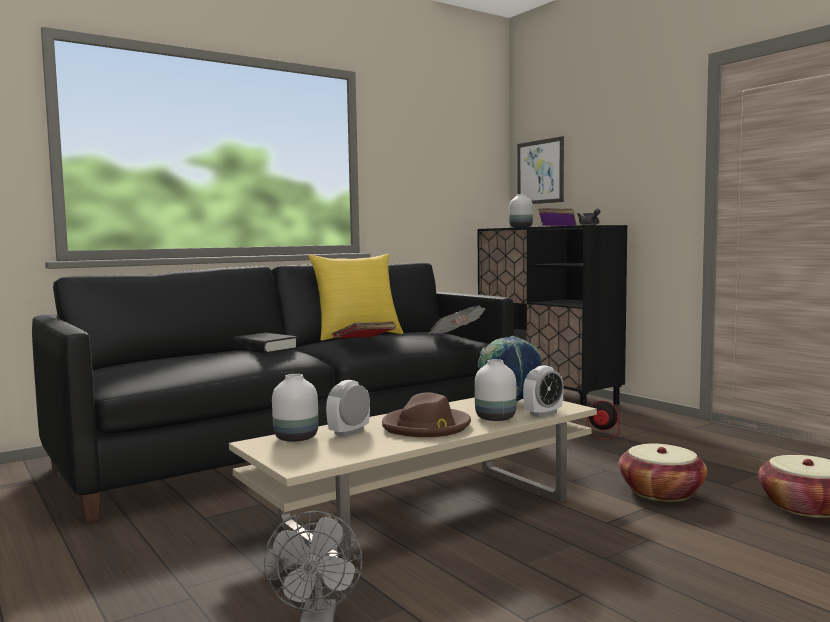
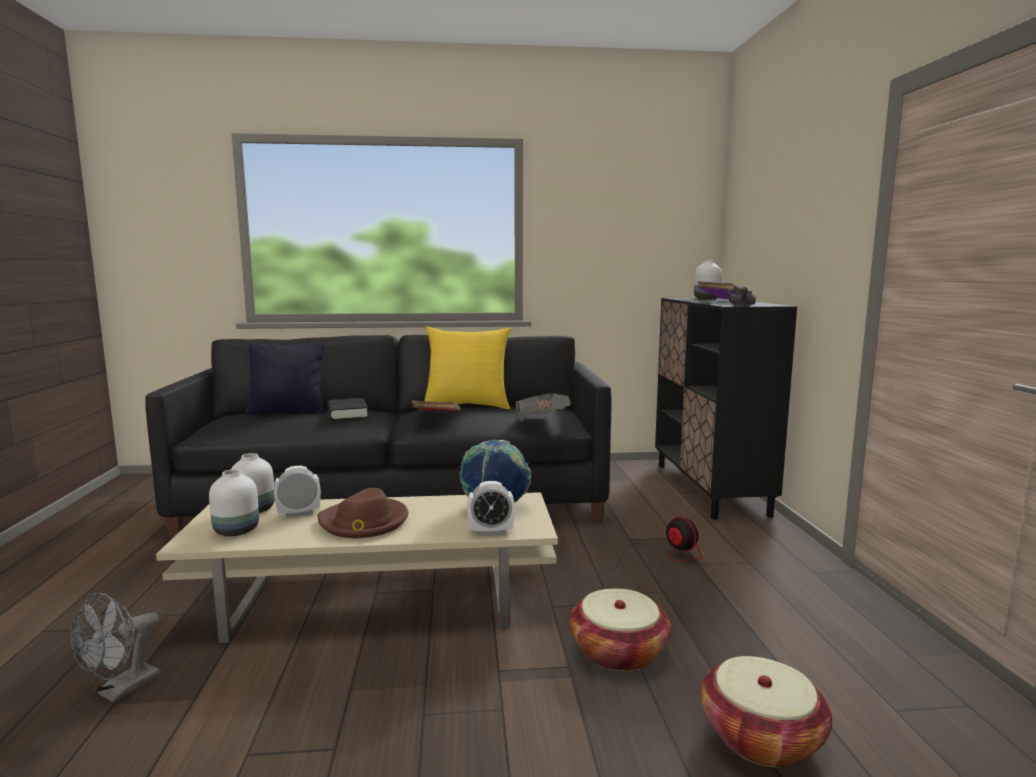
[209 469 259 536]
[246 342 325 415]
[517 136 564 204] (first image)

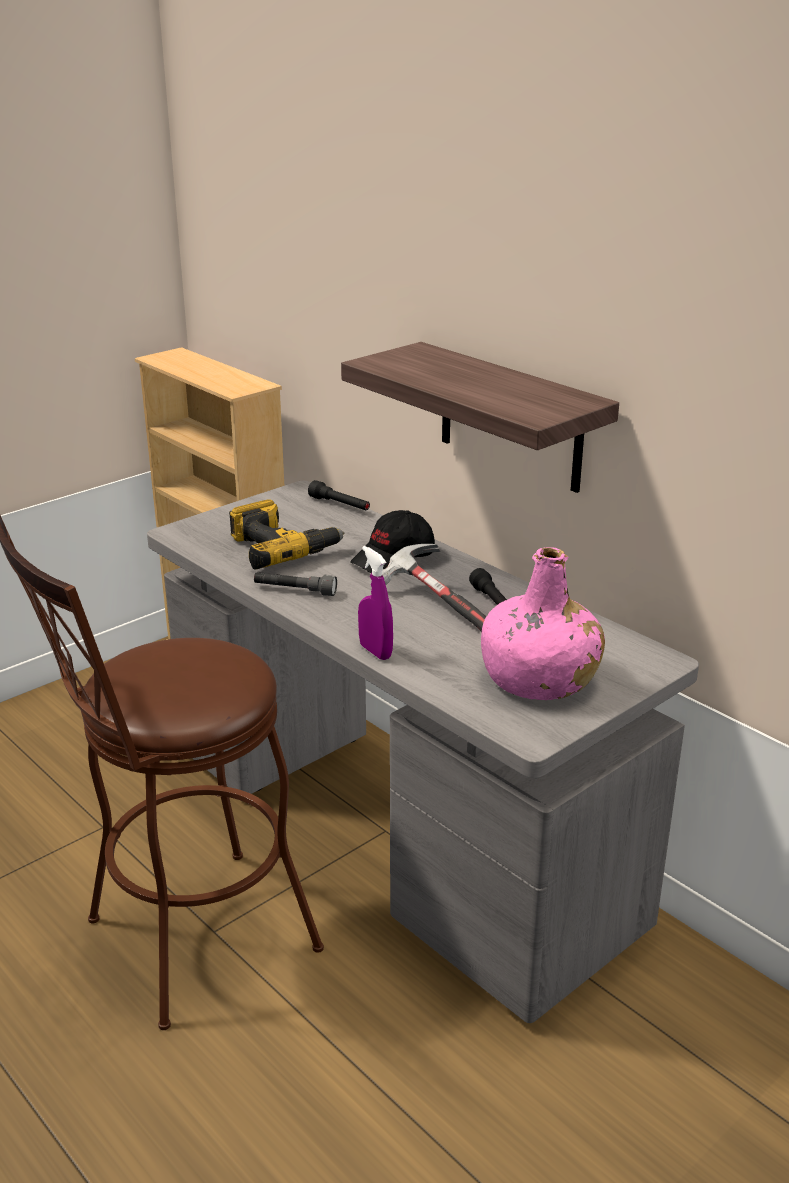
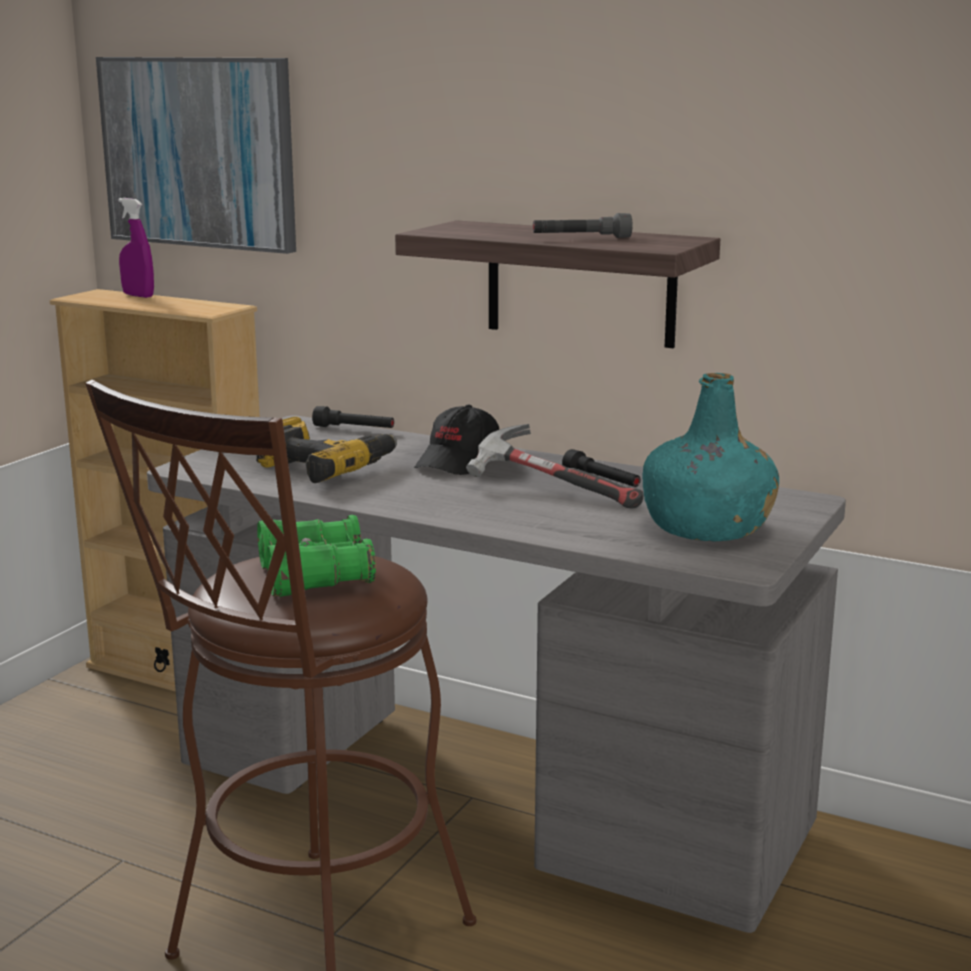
[96 57 296 254]
[118 198 154 298]
[257 515 376 597]
[533 213 632 238]
[642 373 779 542]

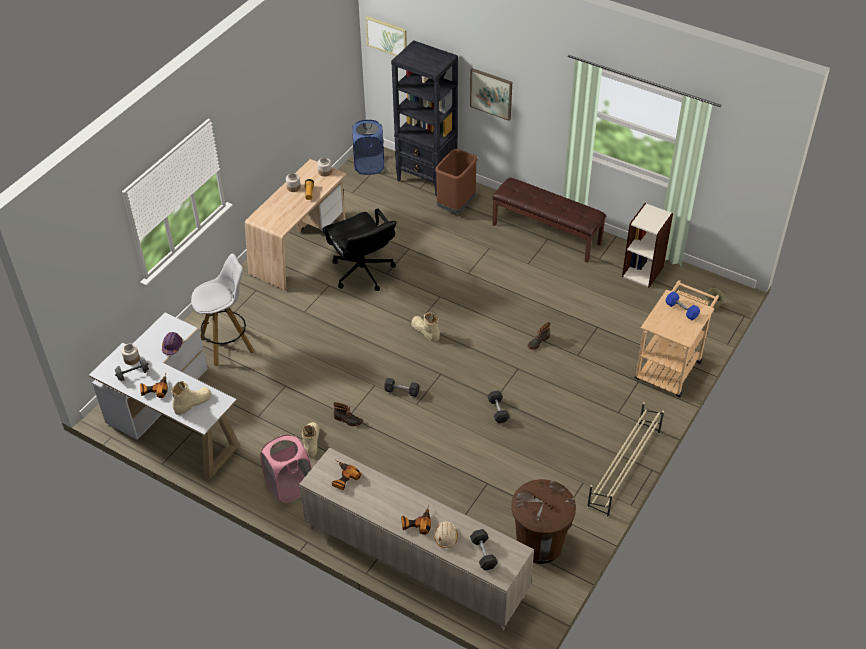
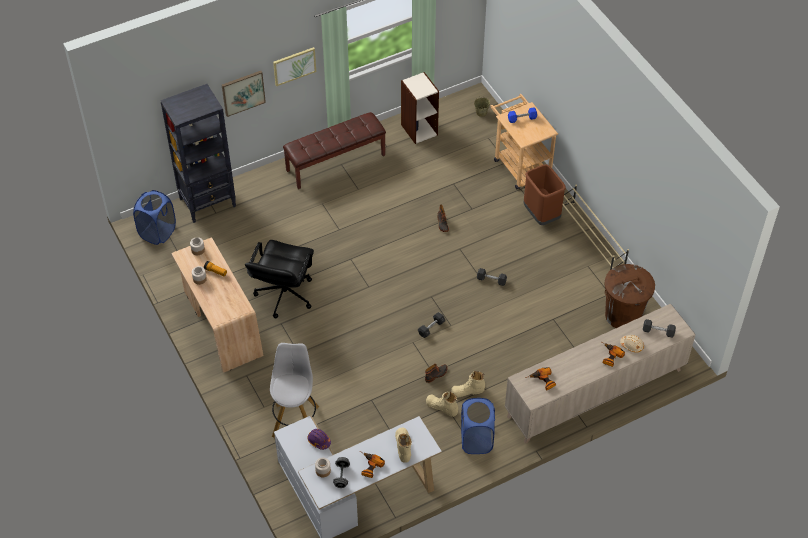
[245 240 314 318]
[273 47 316 86]
[451 371 485 398]
[461 398 495 454]
[524 164 566 225]

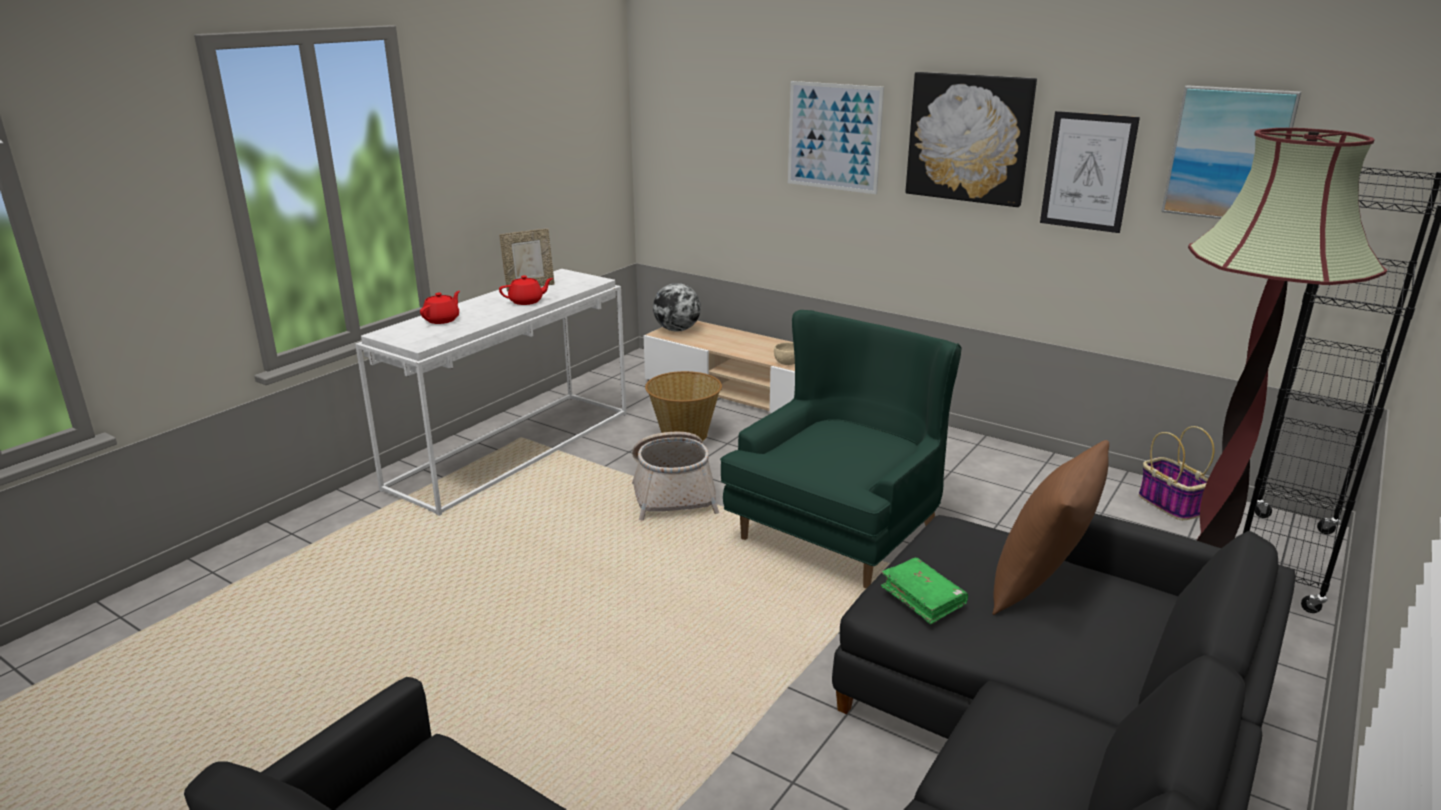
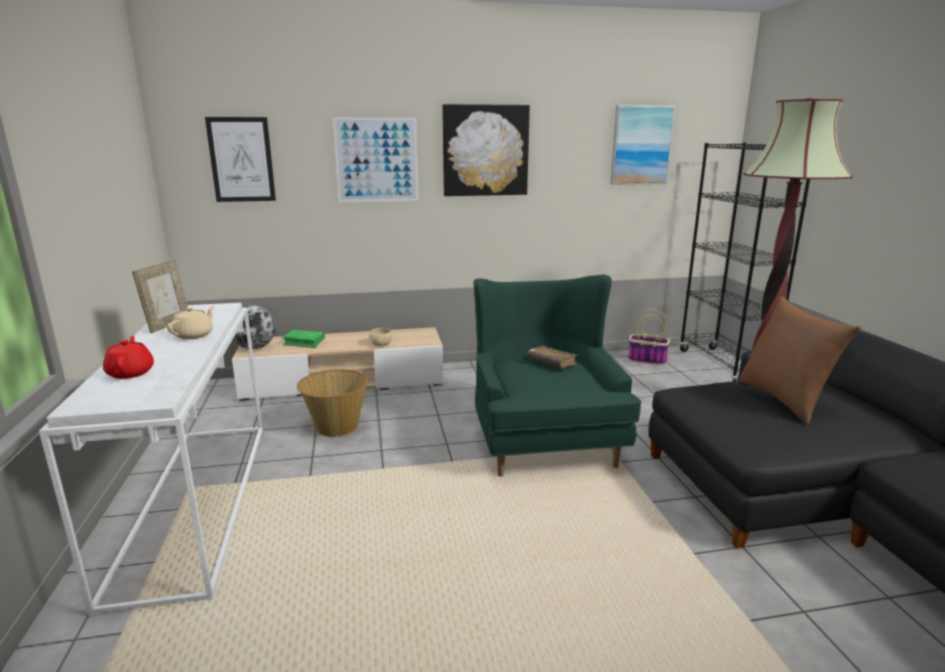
[167 305 215 339]
[205 117 276 202]
[282 330 325 348]
[527 346 577 369]
[632 432 719 521] (first image)

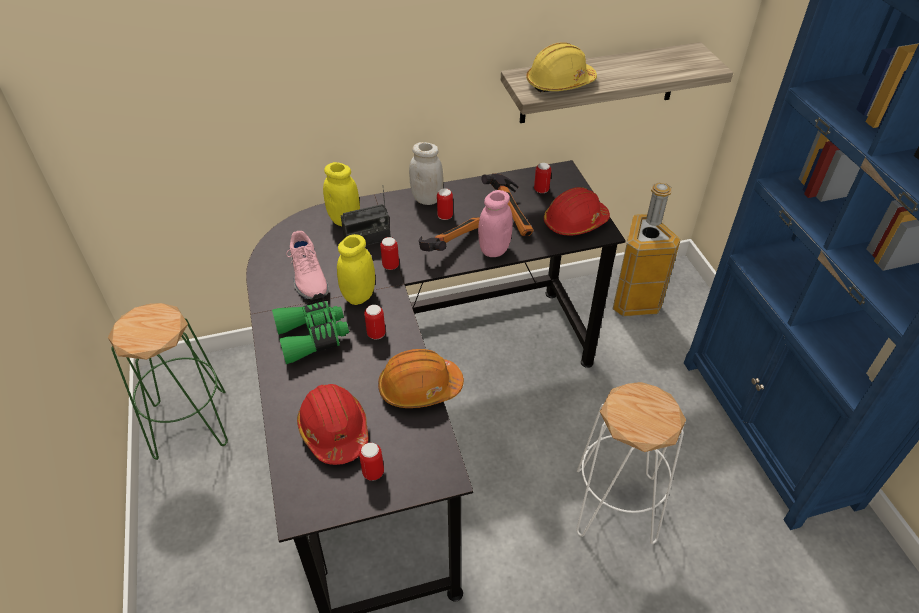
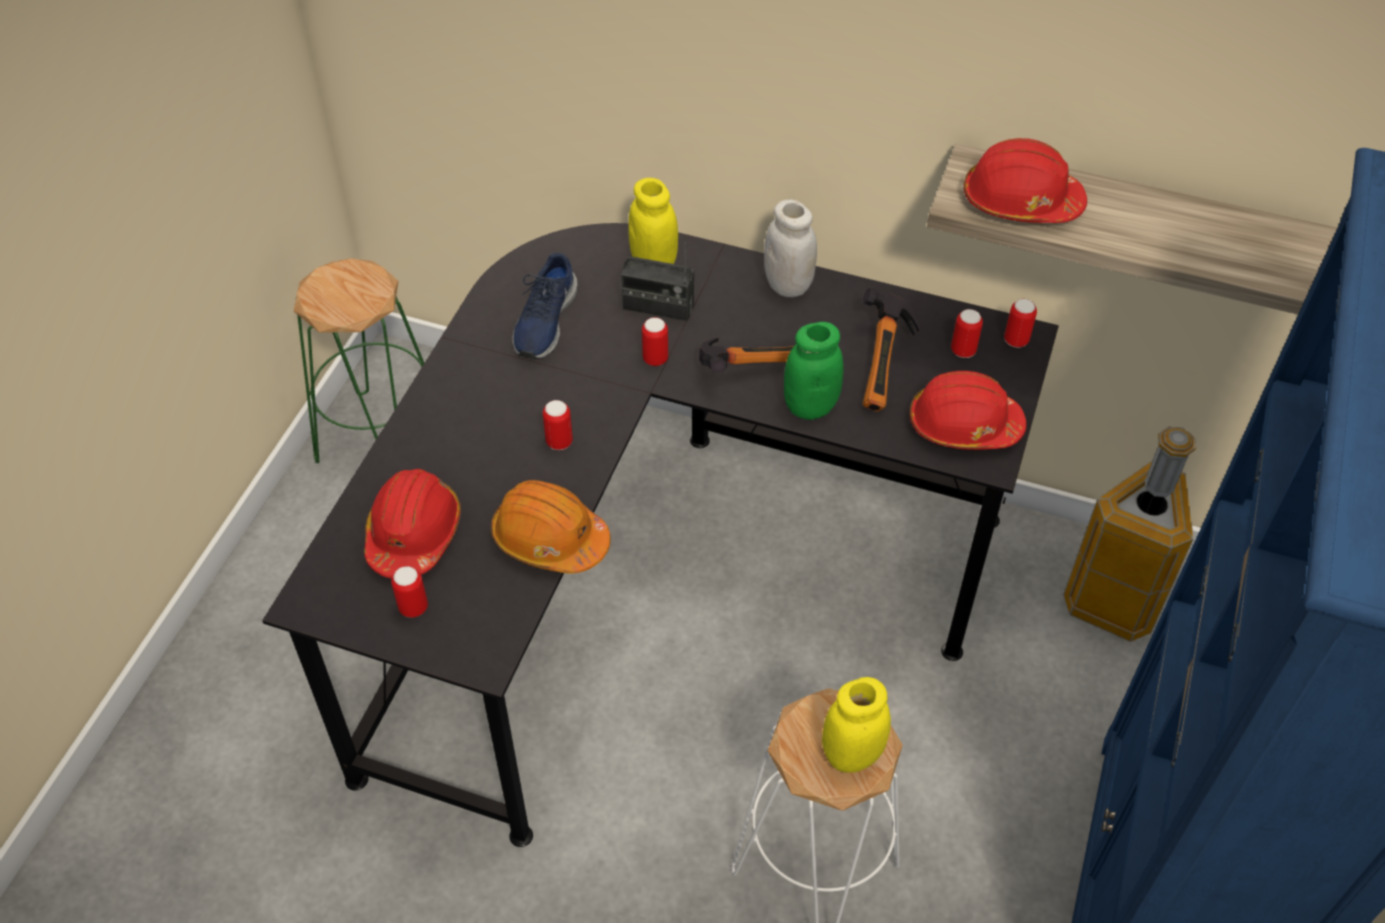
[513 253 577 360]
[784 322 844 420]
[822 677 891 773]
[964 138 1087 223]
[1004 299 1037 348]
[272 301 349 364] (first image)

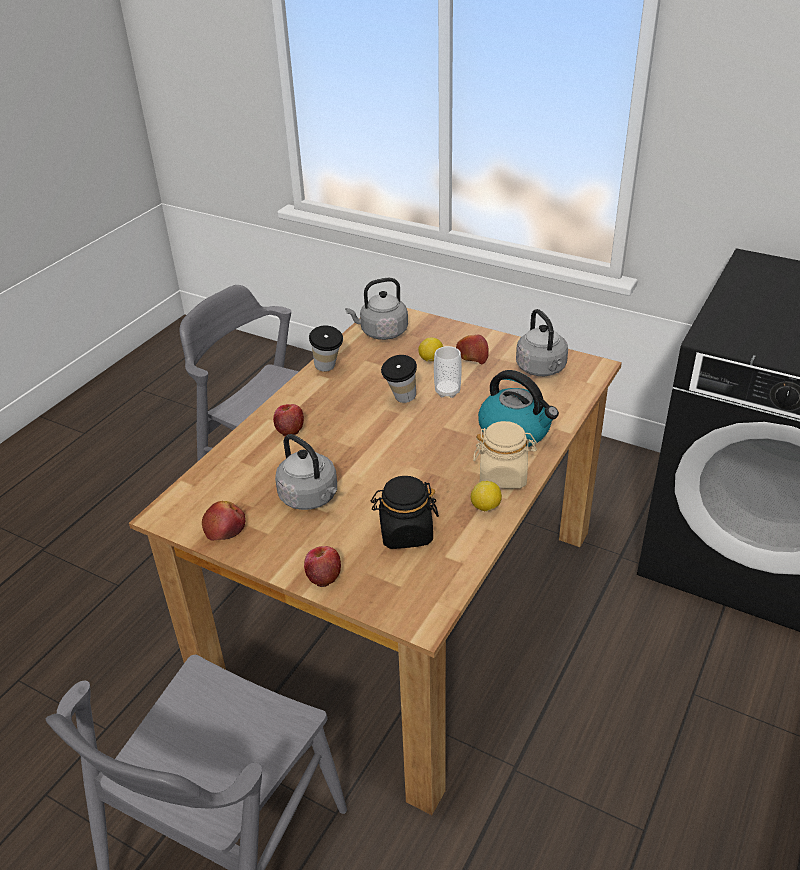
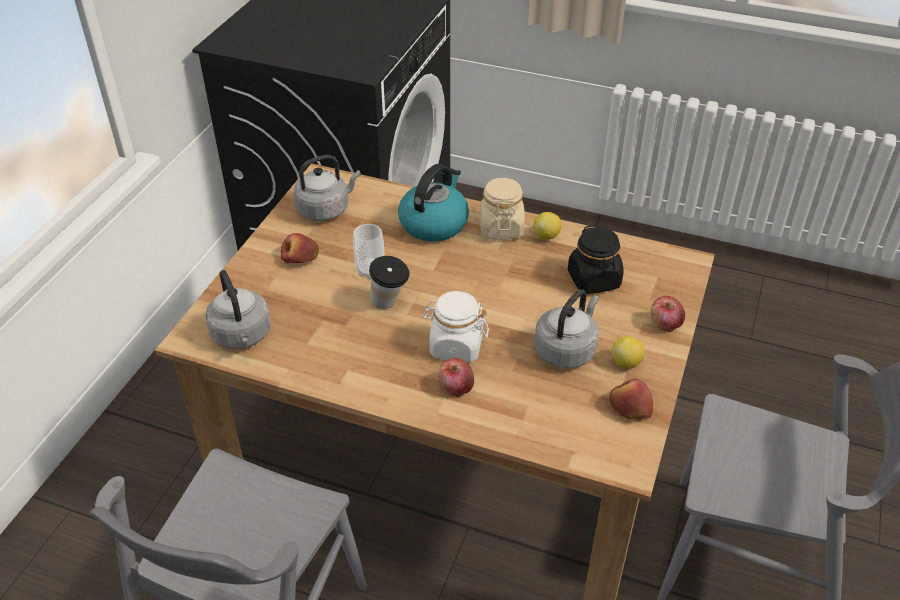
[423 291 489 362]
[612 336 645 368]
[309 325 343 372] (first image)

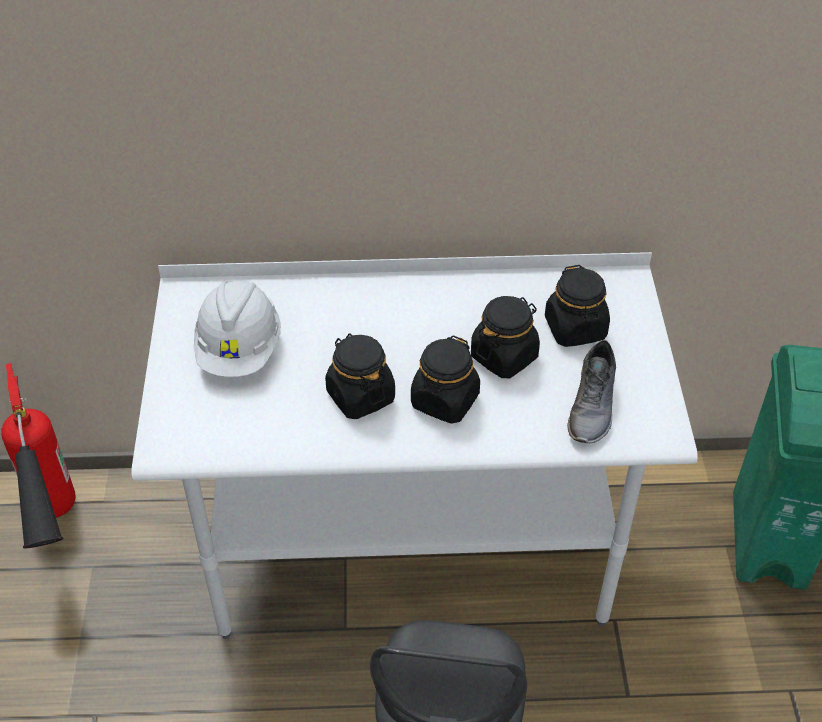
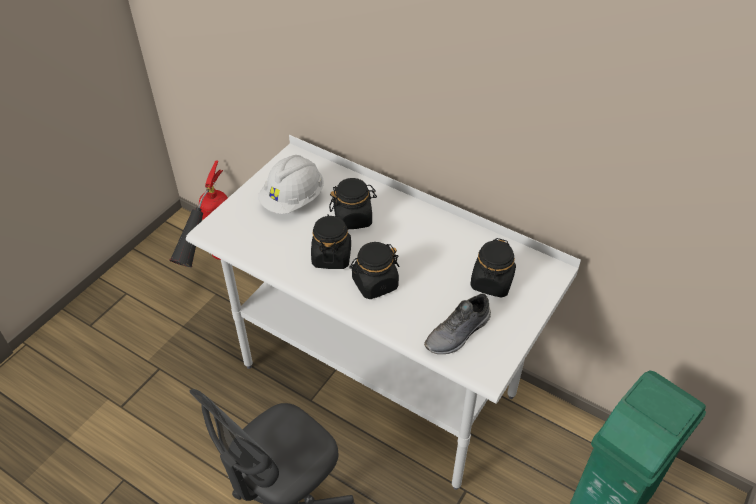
[329 178 377 229]

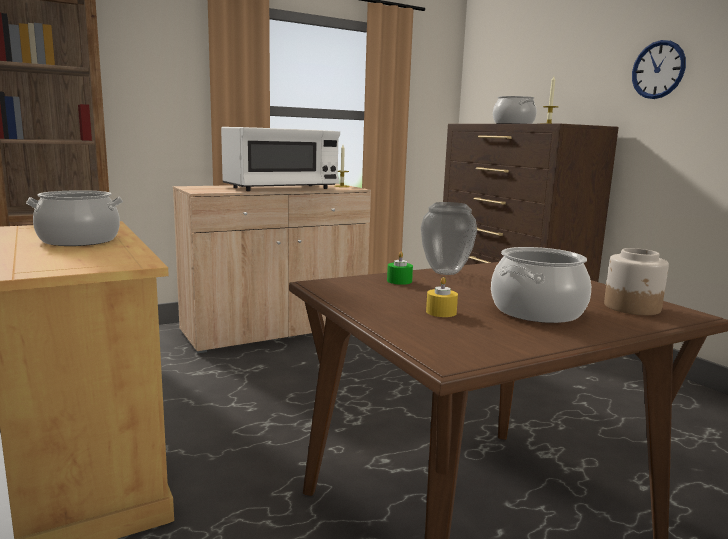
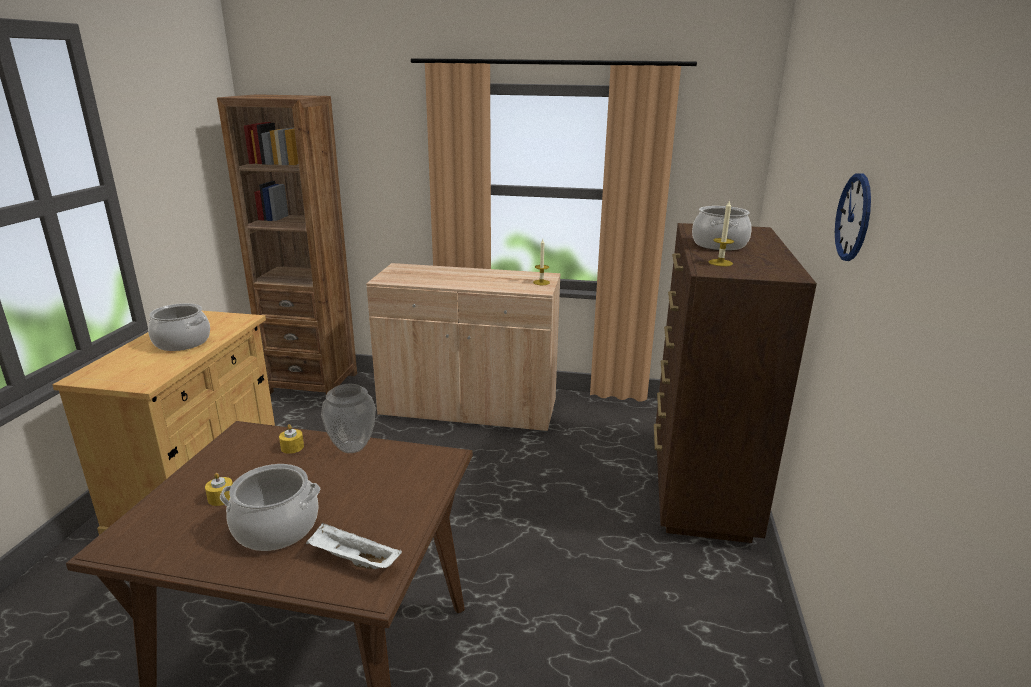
[279 424 304 454]
[306 522 402 569]
[221 127 340 191] (first image)

